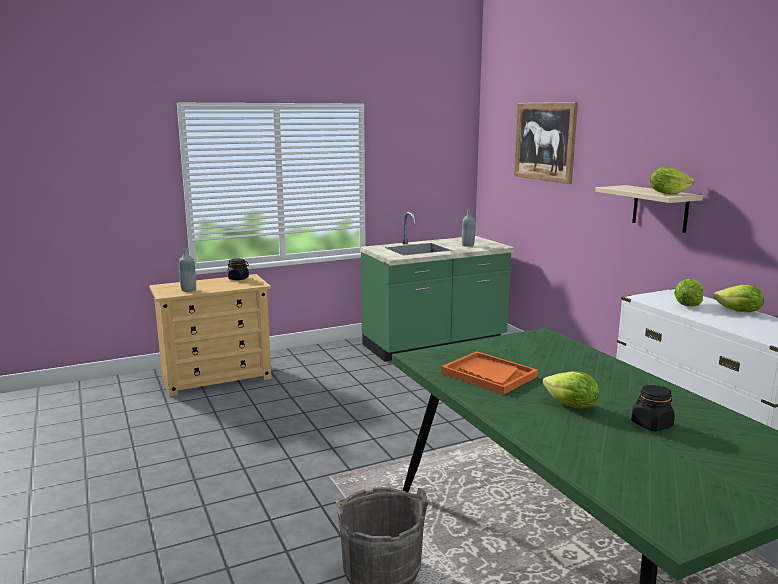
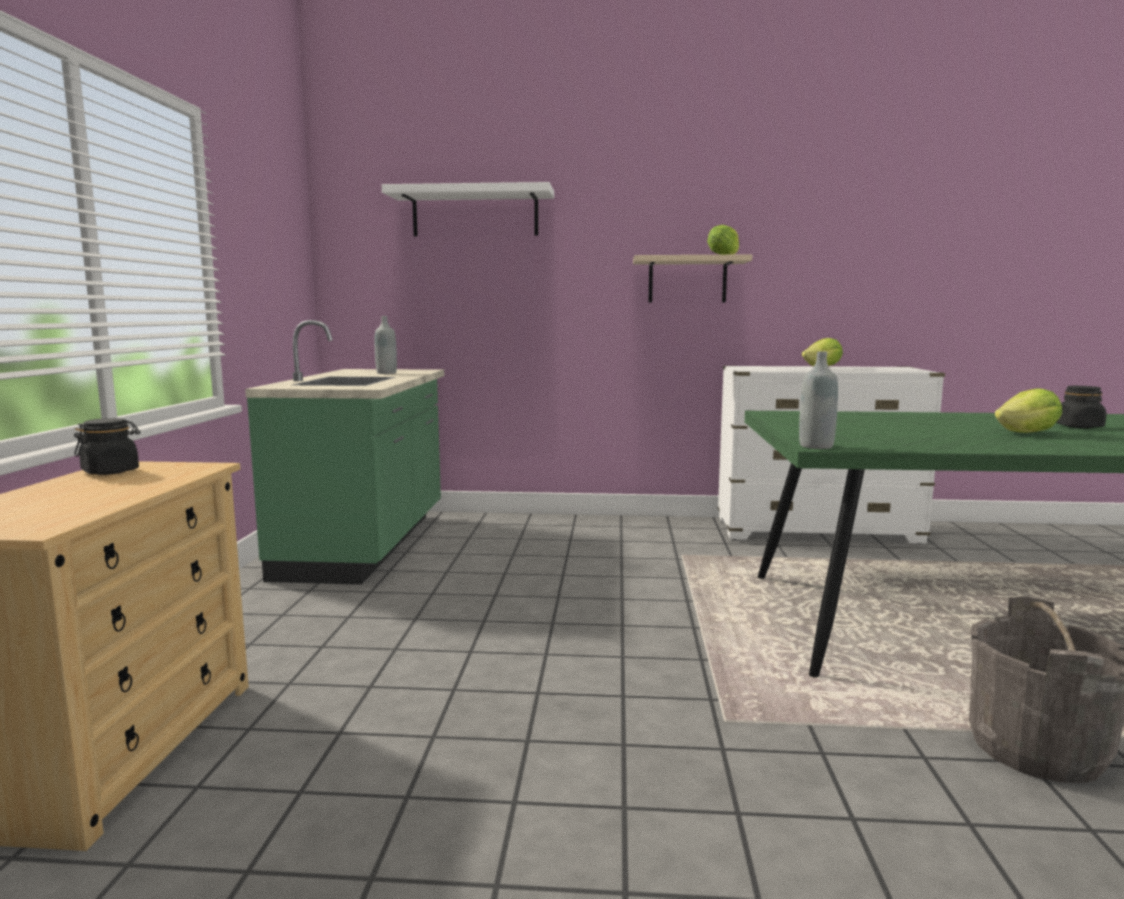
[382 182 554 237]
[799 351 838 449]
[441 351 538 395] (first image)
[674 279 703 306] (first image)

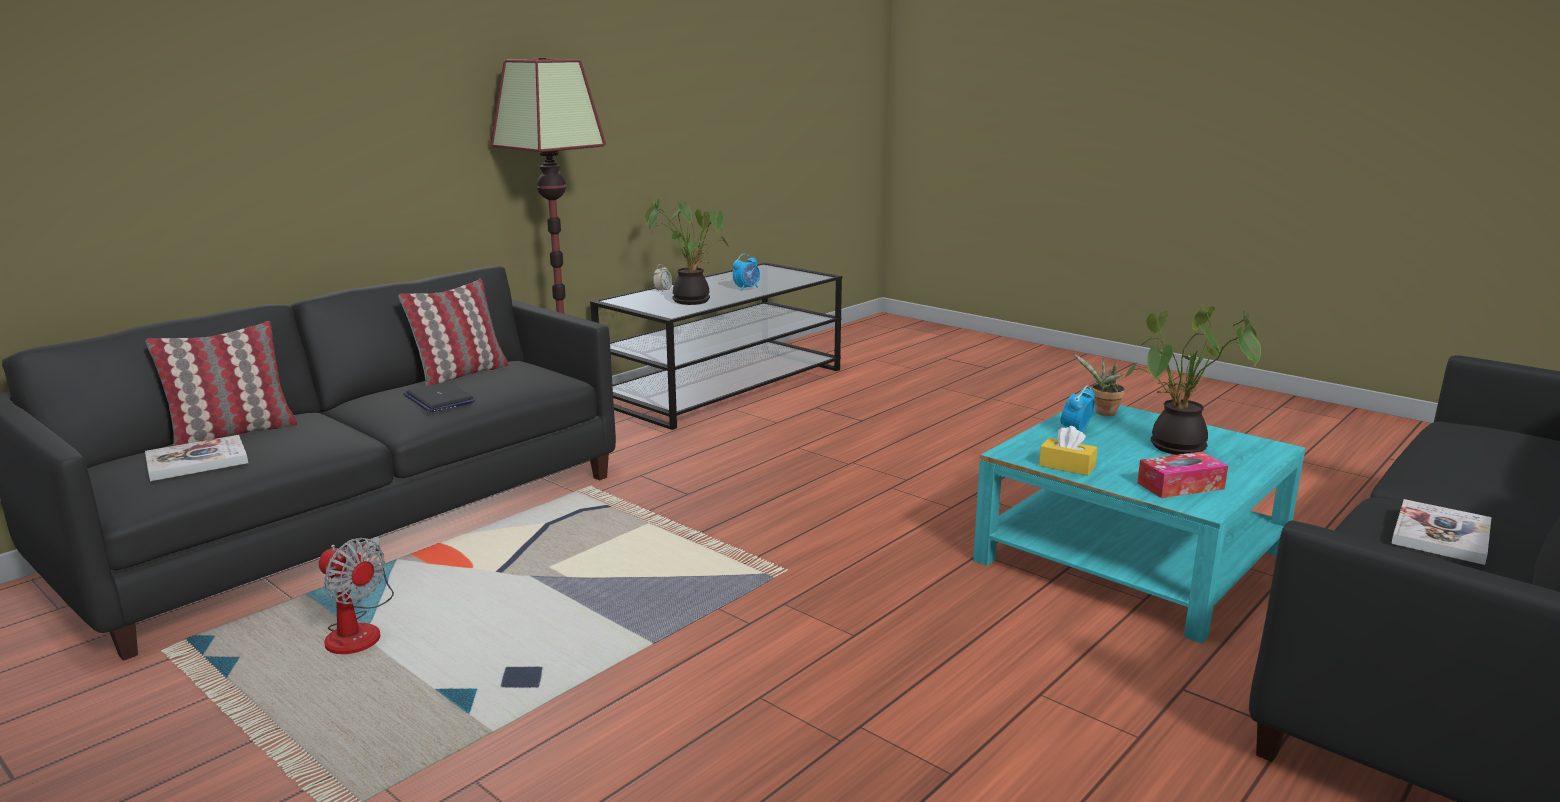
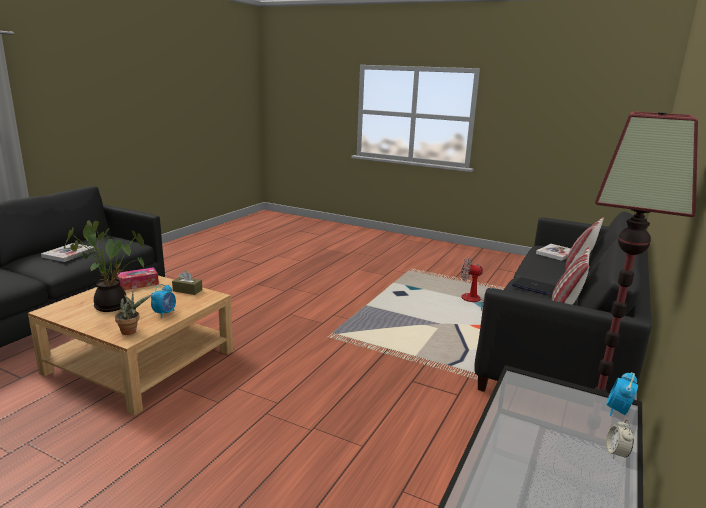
[28 276 233 416]
[172 271 202 295]
[606 372 638 416]
[644 198 730 305] (first image)

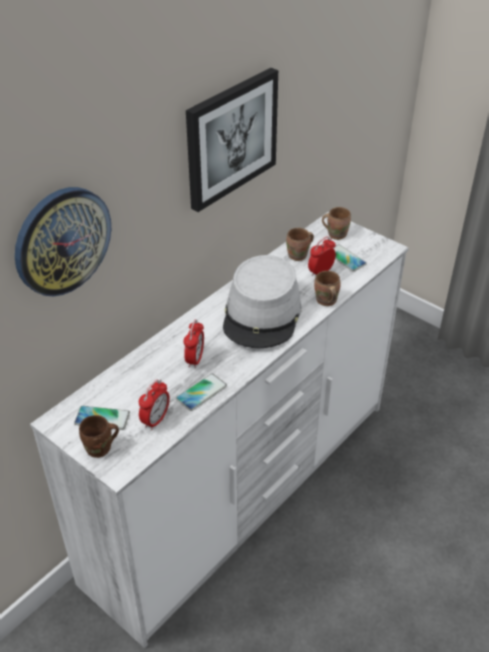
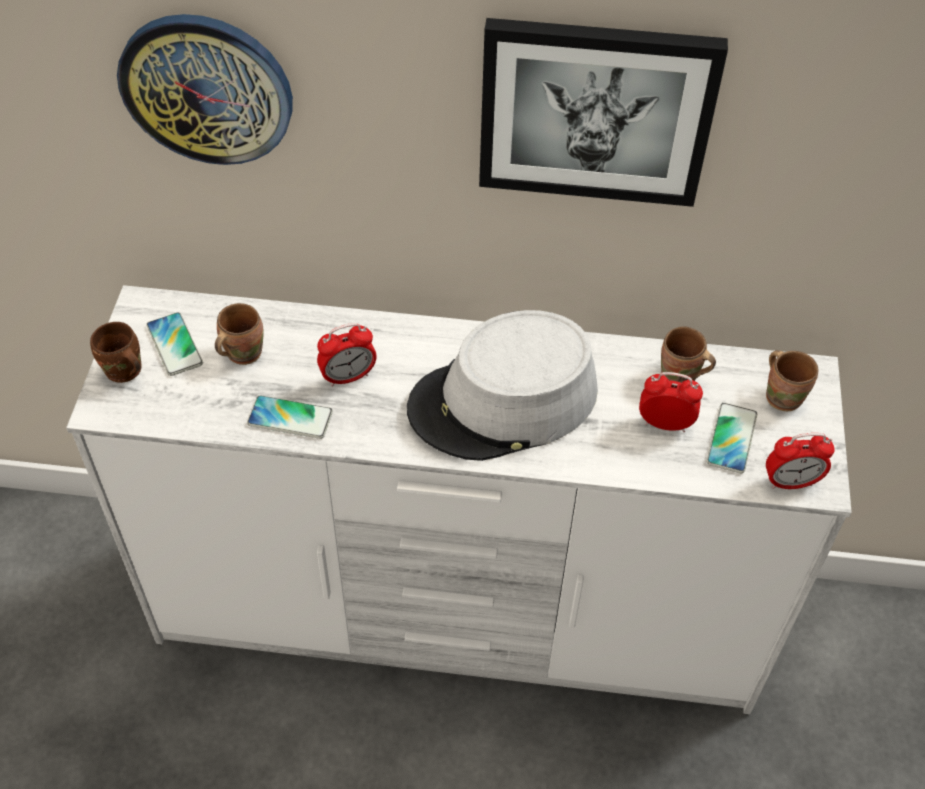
[215 303 264 365]
[766 433 835 489]

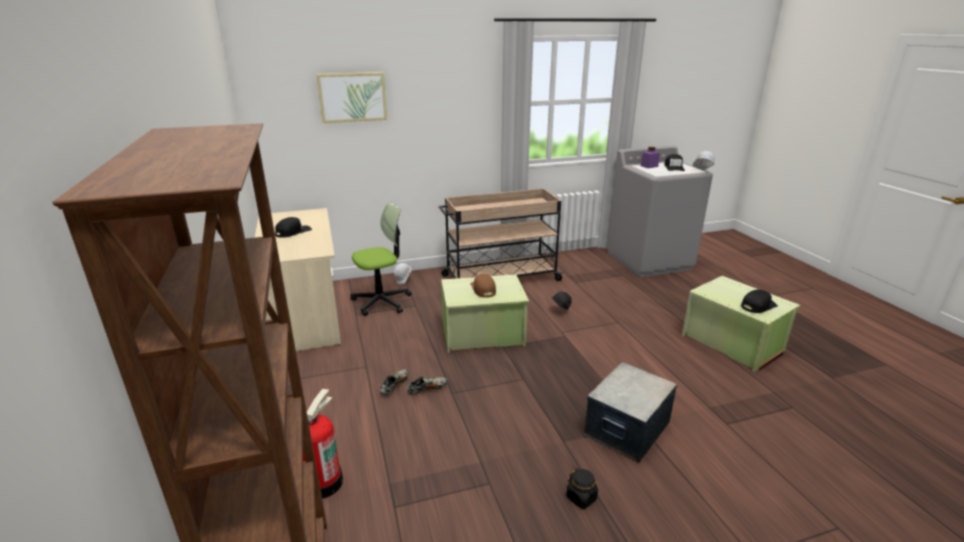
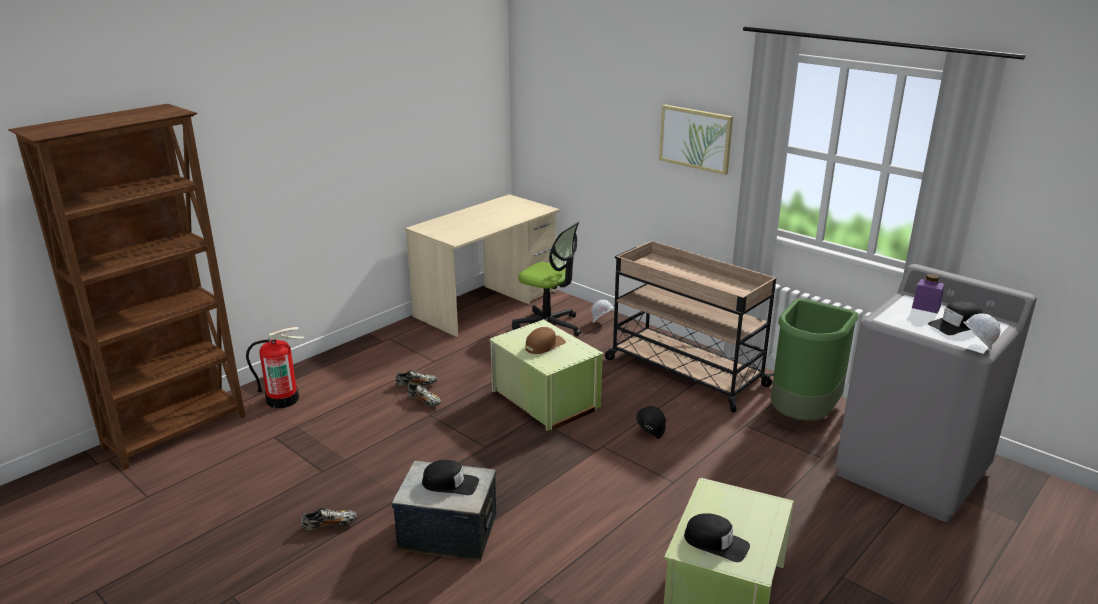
[301 508 357 531]
[422 460 479 495]
[659 105 733 175]
[771 298 859 421]

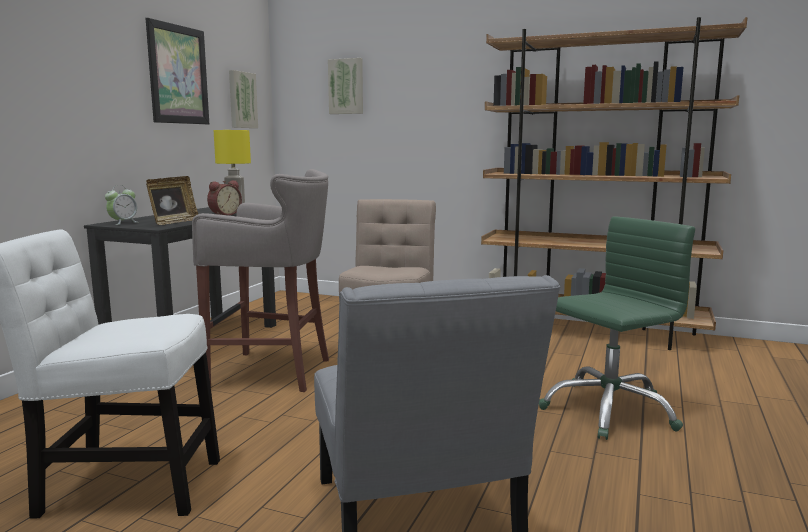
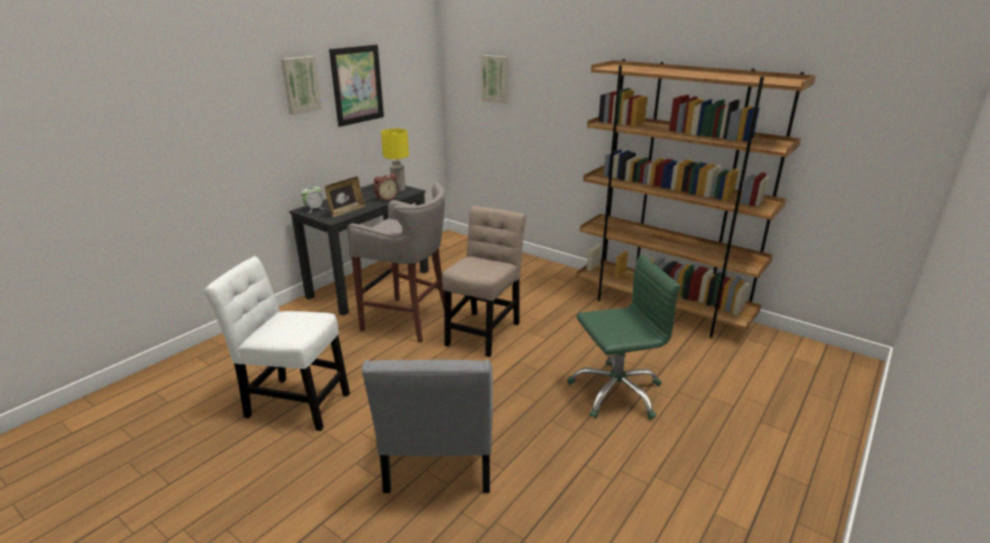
[281 56 322 115]

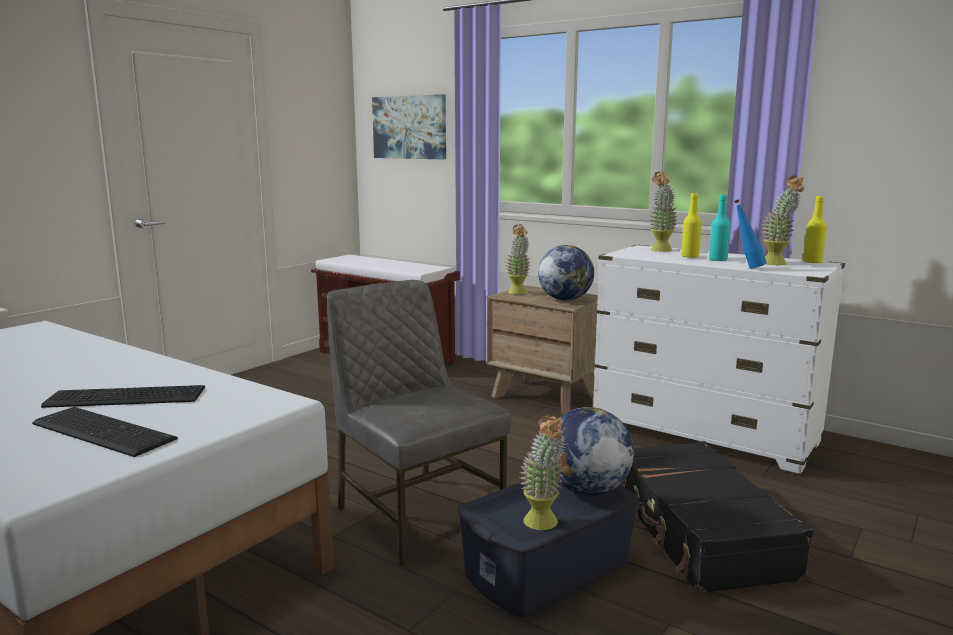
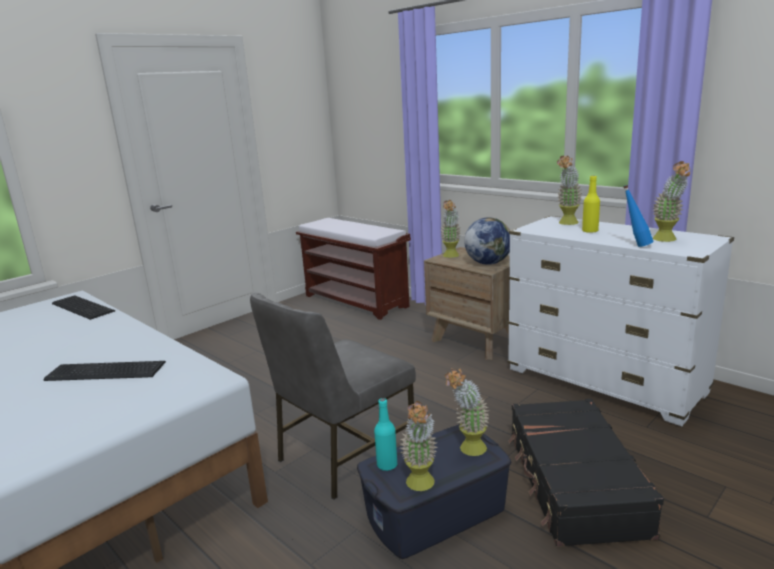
[52 295 115 320]
[250 293 416 500]
[374 398 397 471]
[445 368 489 456]
[372 94 446 159] (first image)
[803 196 827 264] (first image)

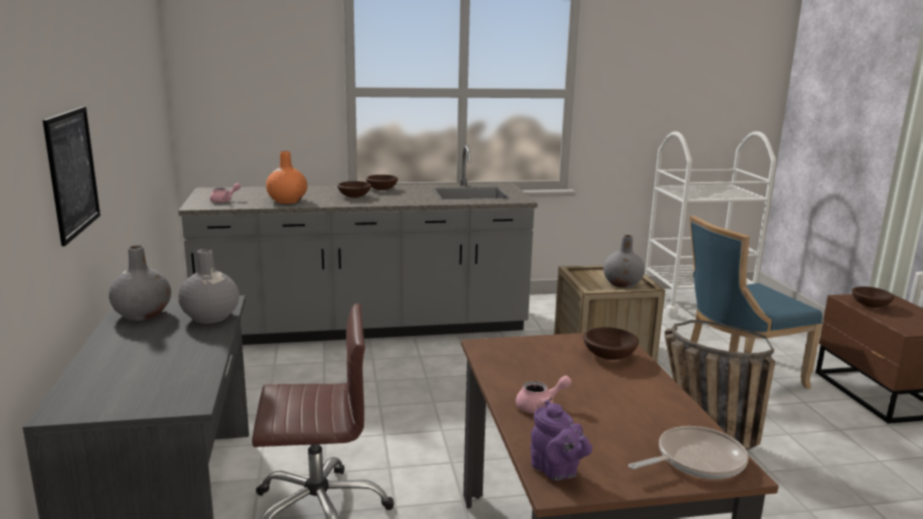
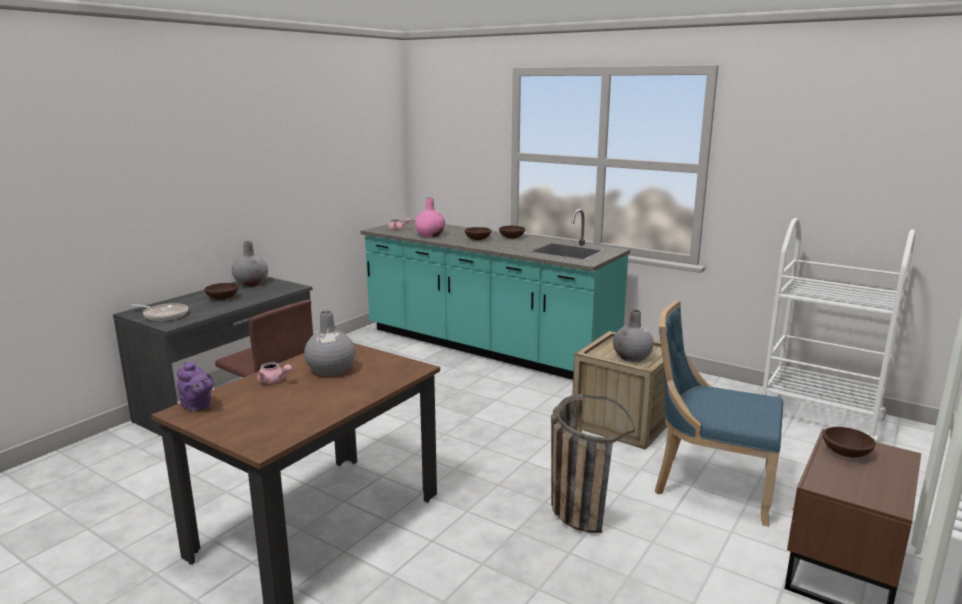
[131 303 188 321]
[177 361 214 411]
[204 283 239 300]
[304 311 356 376]
[361 209 630 380]
[415 198 445 237]
[43 106 100 246] (first image)

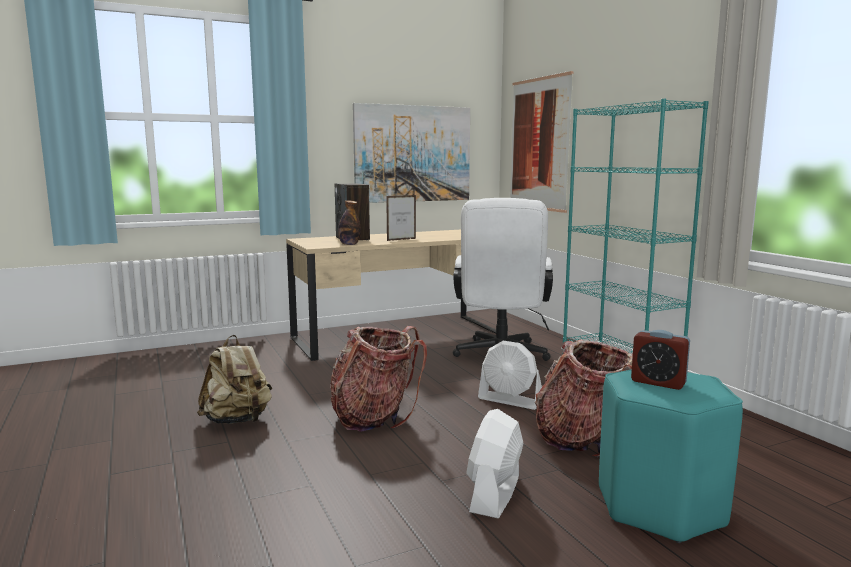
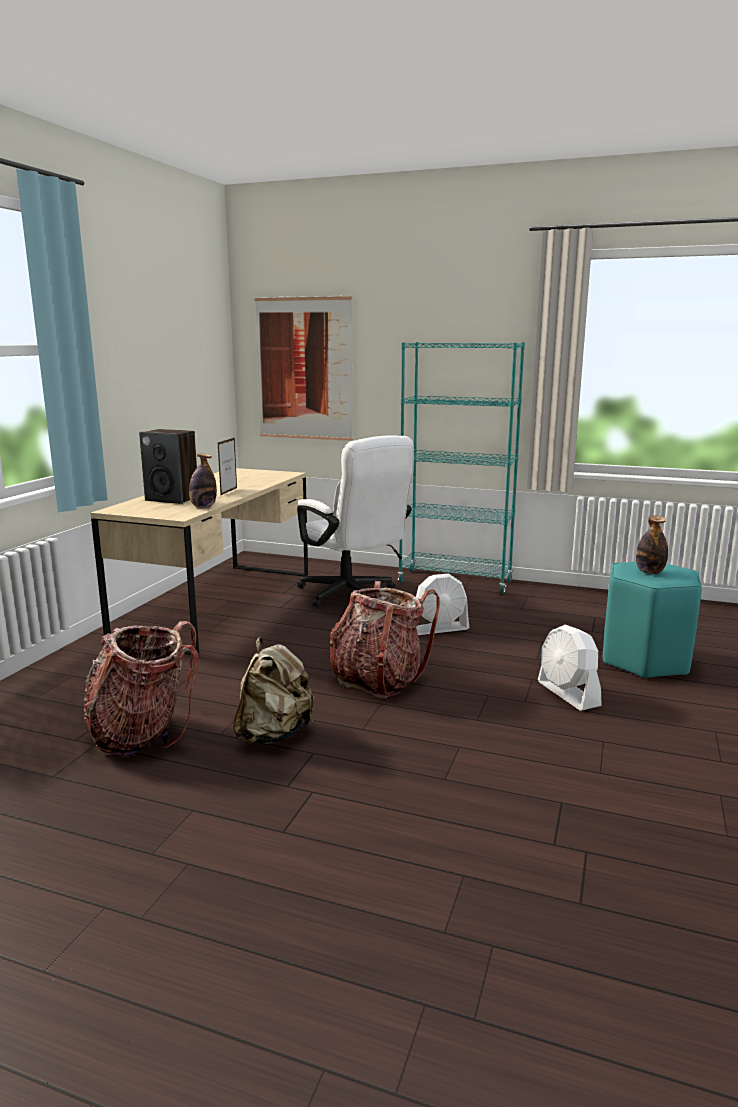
[84 621 199 756]
[636 515 668 574]
[353 103 470 203] (first image)

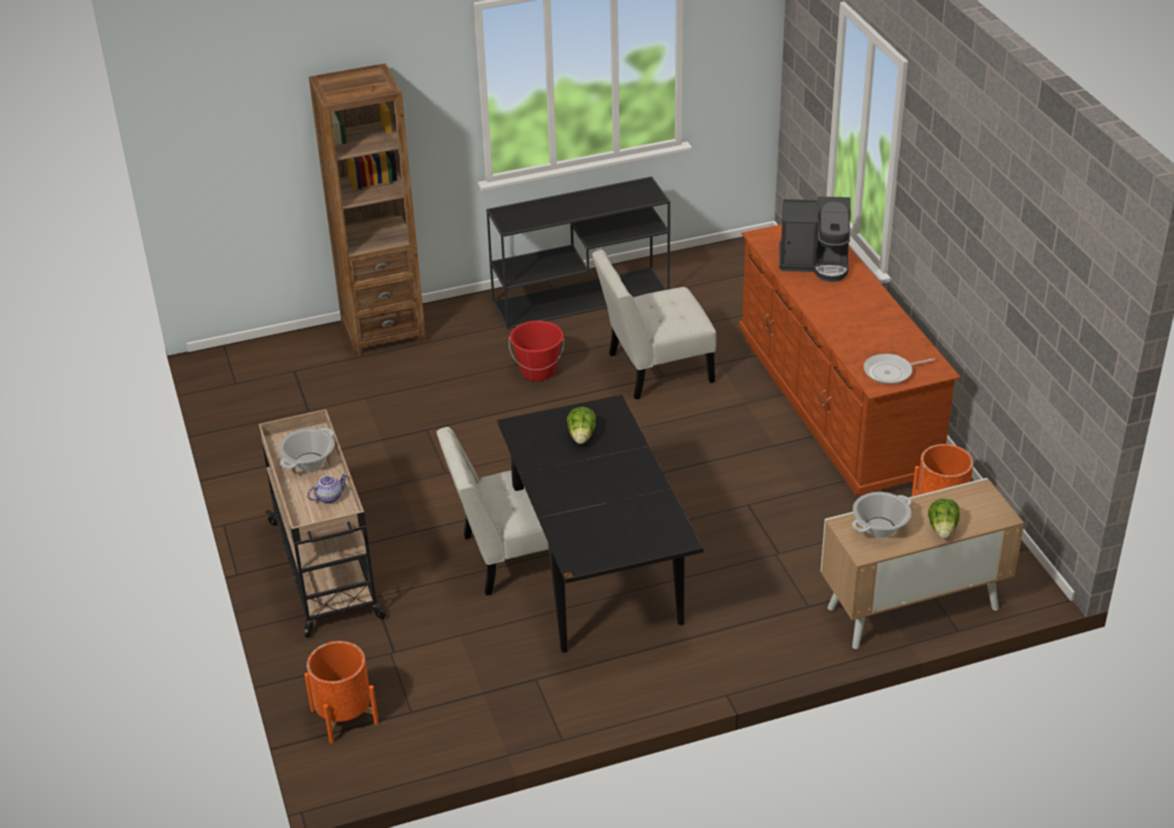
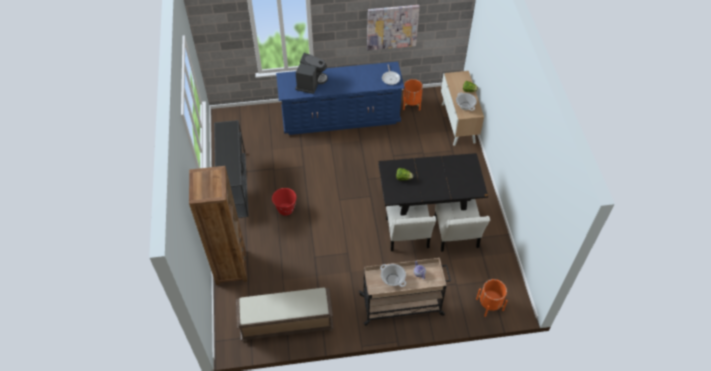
[236 288 334 342]
[276 62 405 135]
[367 5 420 50]
[434 199 490 252]

